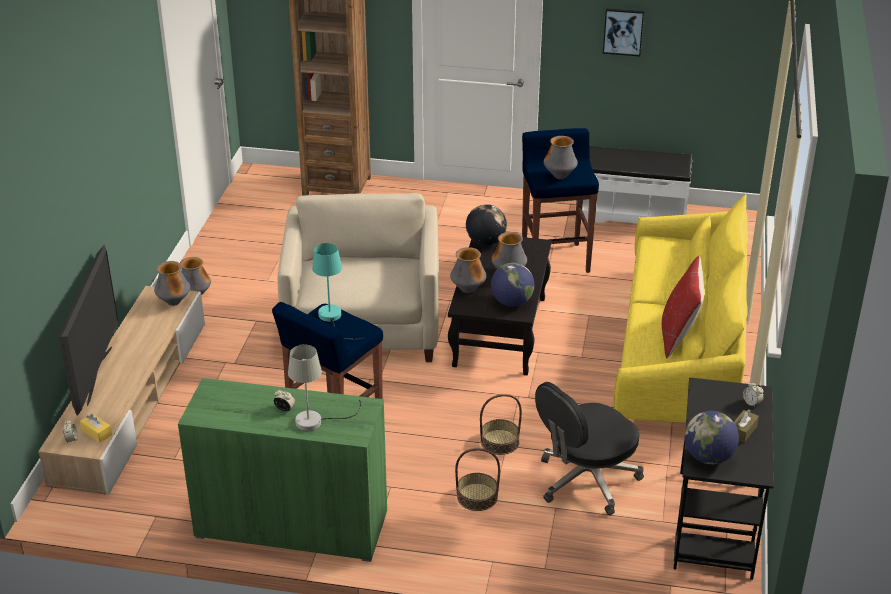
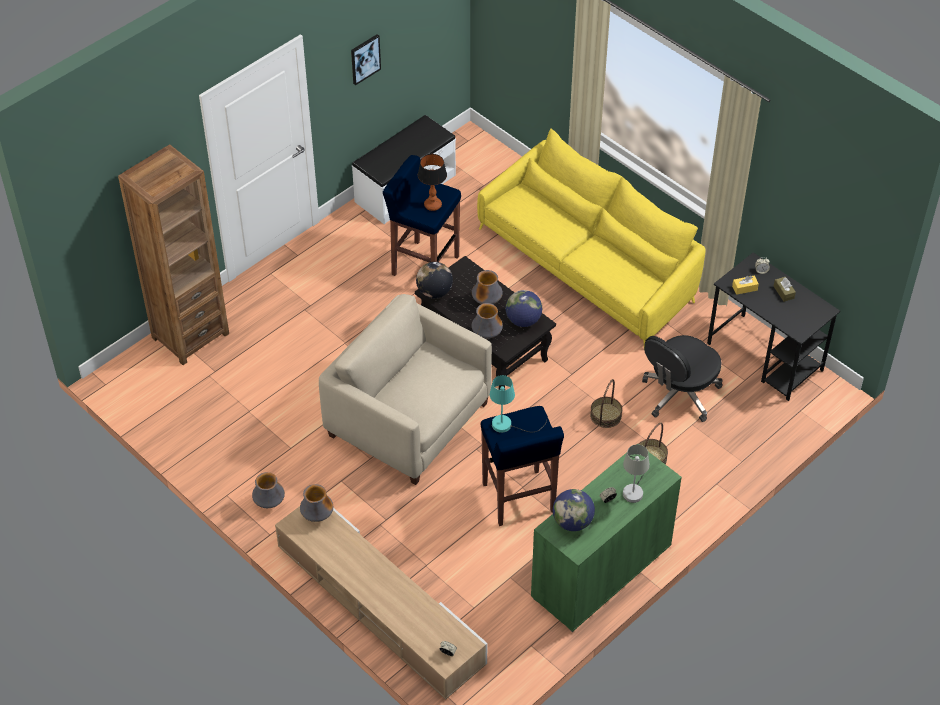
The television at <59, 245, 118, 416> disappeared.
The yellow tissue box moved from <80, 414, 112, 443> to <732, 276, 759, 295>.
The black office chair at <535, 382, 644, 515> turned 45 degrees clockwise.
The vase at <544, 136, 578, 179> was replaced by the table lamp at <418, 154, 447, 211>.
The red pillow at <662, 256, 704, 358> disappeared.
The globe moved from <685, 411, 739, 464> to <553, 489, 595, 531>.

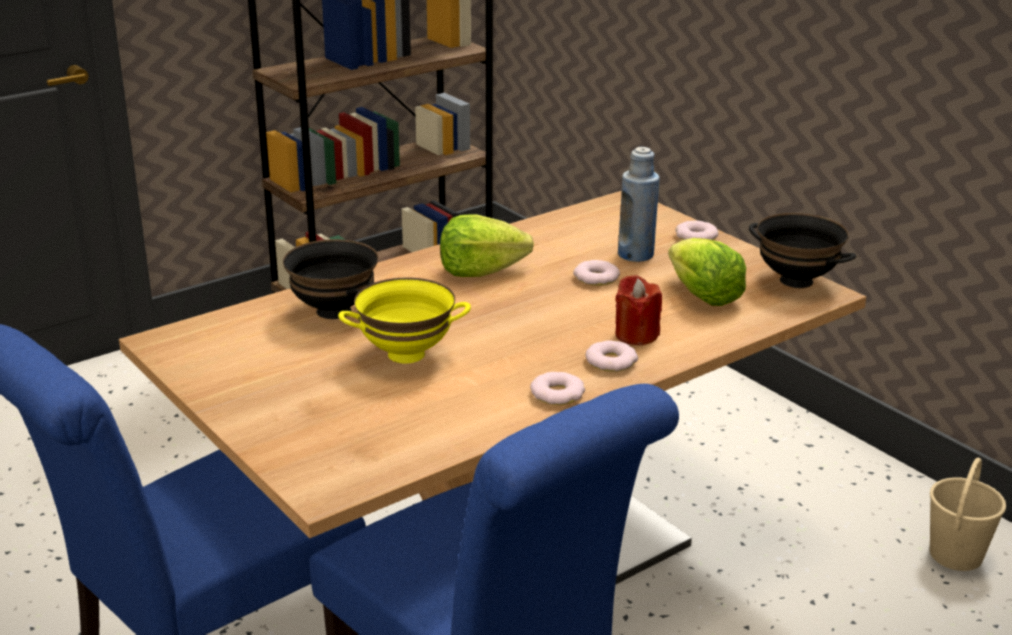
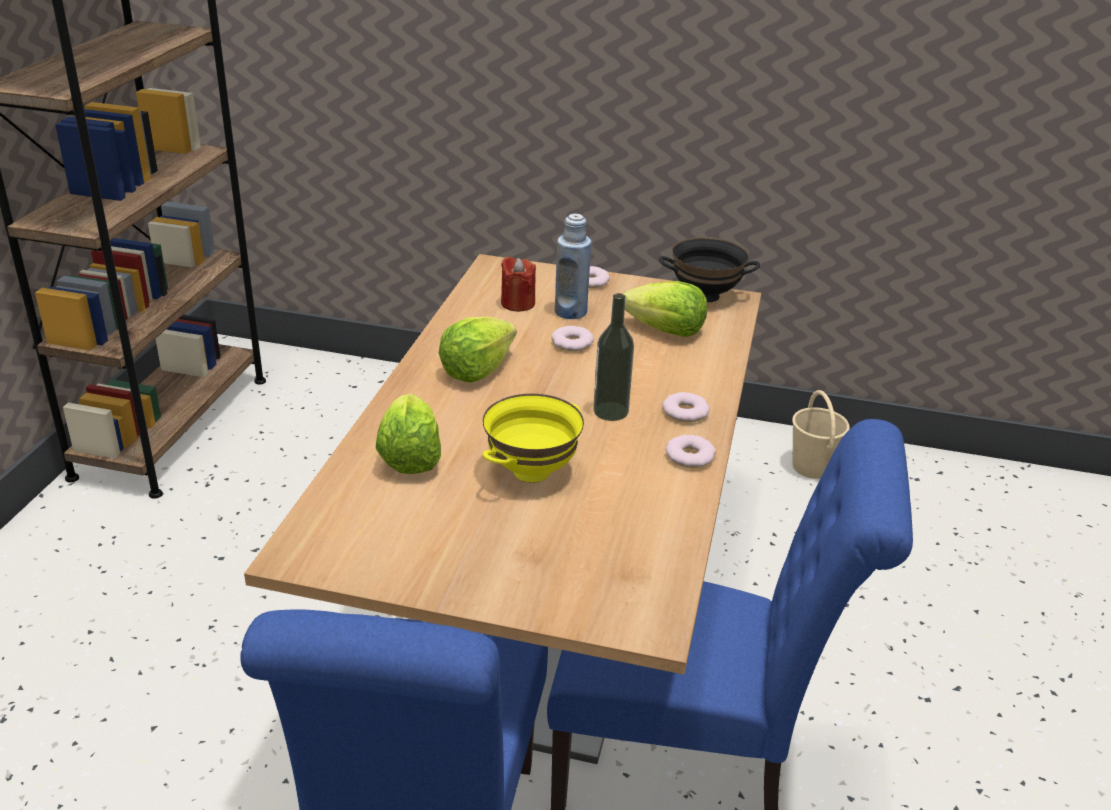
The black bowl at <283, 239, 378, 319> was replaced by the lettuce at <376, 393, 441, 474>.
The red candle moved from <615, 275, 662, 345> to <501, 257, 536, 312>.
The bottle at <593, 293, 634, 421> appeared.

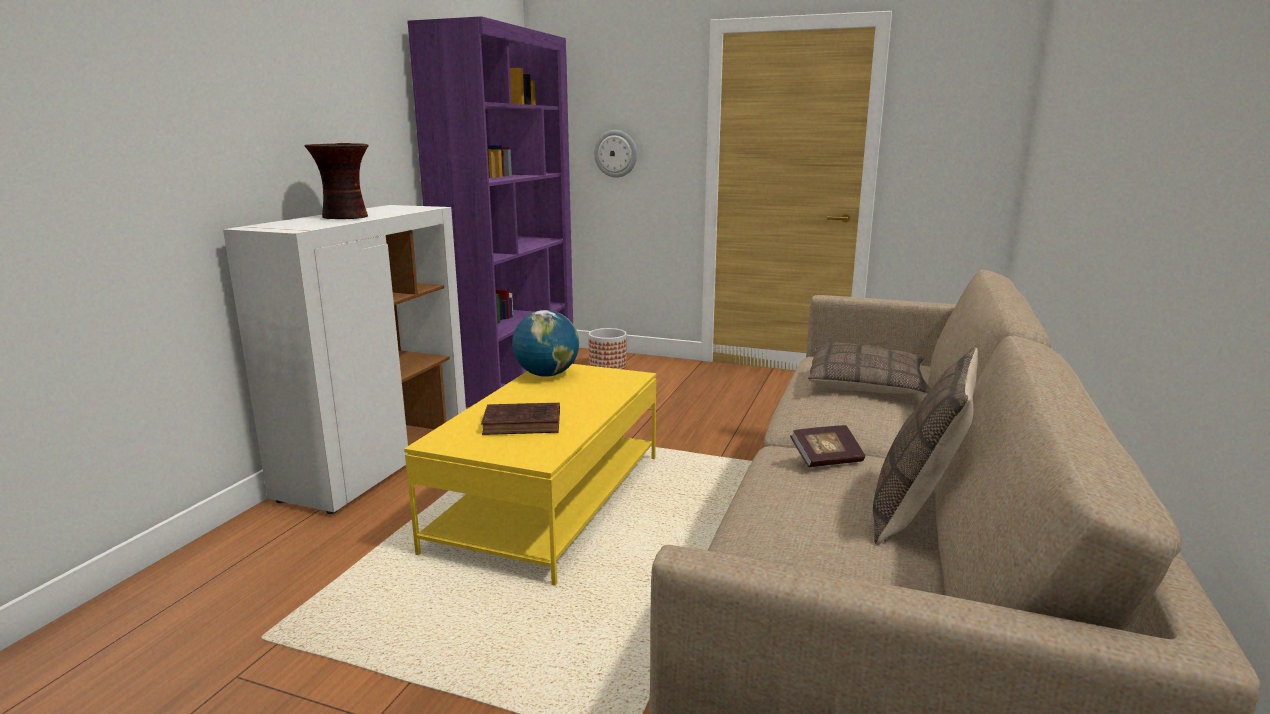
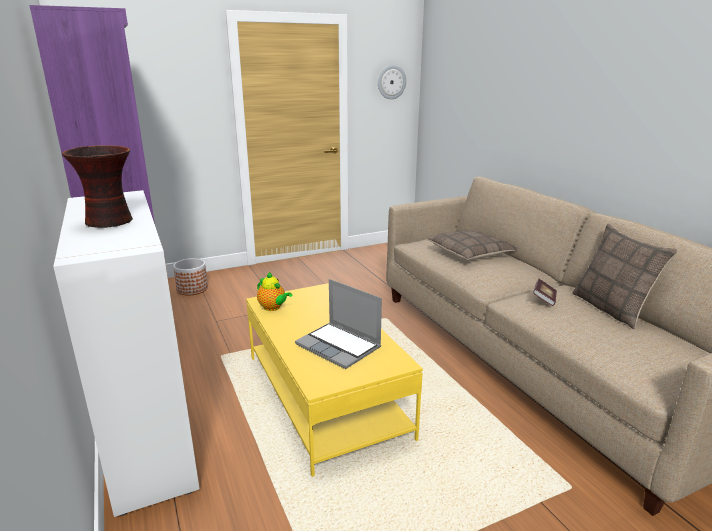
The brown book at <481, 403, 560, 435> was replaced by the laptop at <295, 279, 382, 369>.
The globe at <512, 310, 579, 377> was replaced by the teapot at <257, 272, 292, 311>.
The wall clock moved from <594, 130, 637, 178> to <378, 65, 406, 99>.

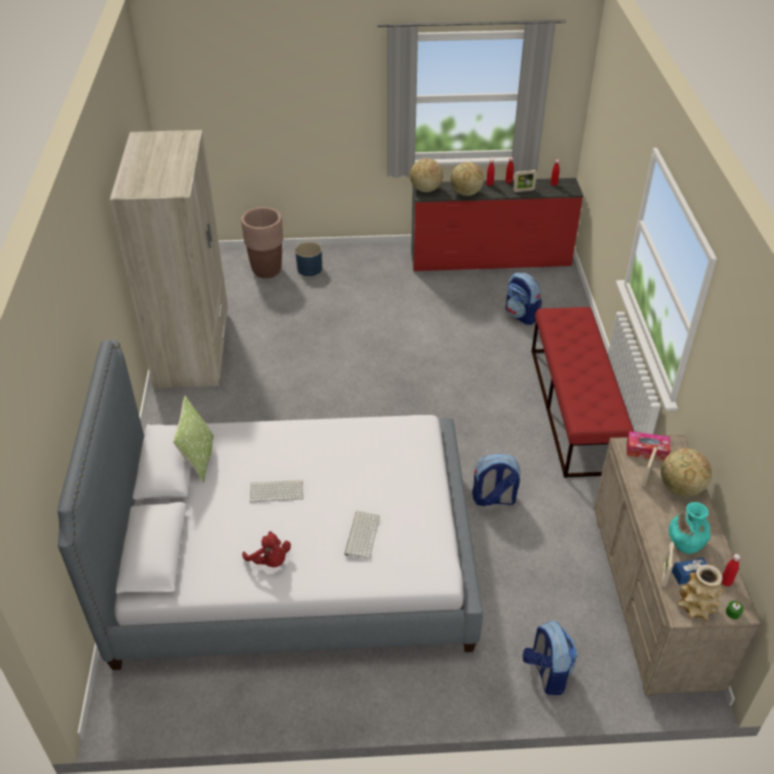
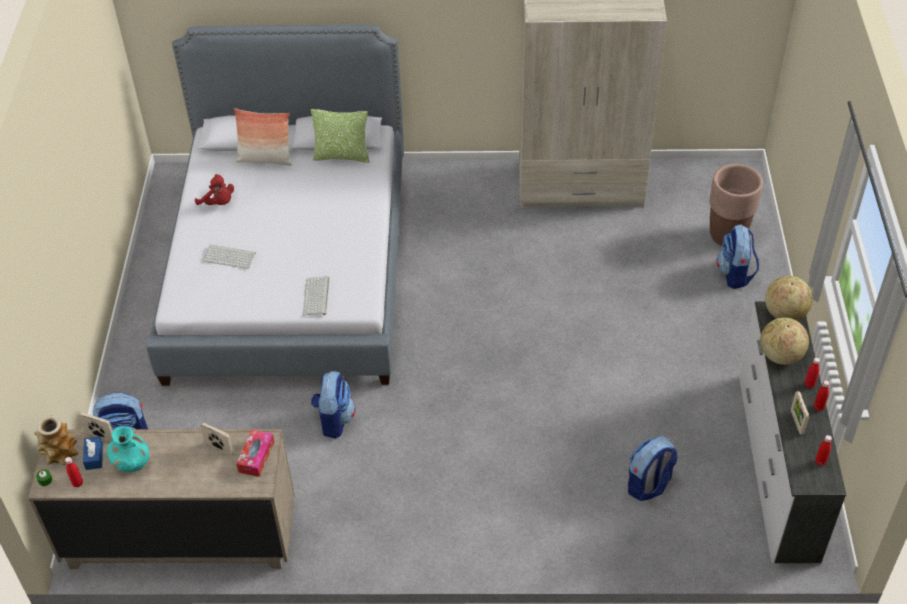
The red plush toy at <242, 531, 291, 567> turned 105 degrees counterclockwise.
The keyboard moved from <250, 480, 303, 502> to <303, 276, 329, 315>.
The blue planter at <295, 242, 322, 276> was replaced by the backpack at <716, 225, 759, 289>.
The red dresser at <411, 178, 583, 271> became the white dresser at <739, 301, 846, 564>.
The red bench at <532, 307, 634, 478> disappeared.
The globe at <661, 448, 712, 497> disappeared.
The pillow at <234, 108, 292, 166> appeared.

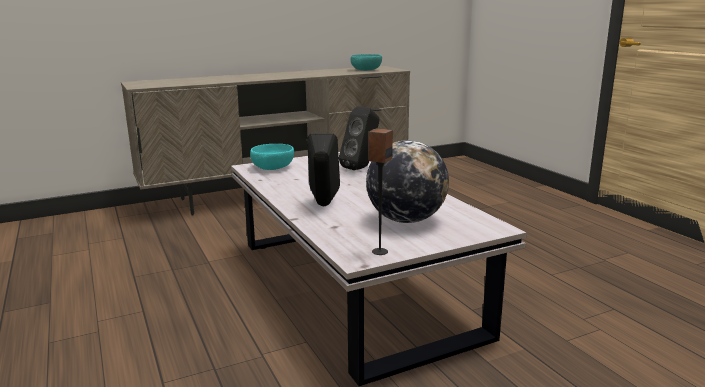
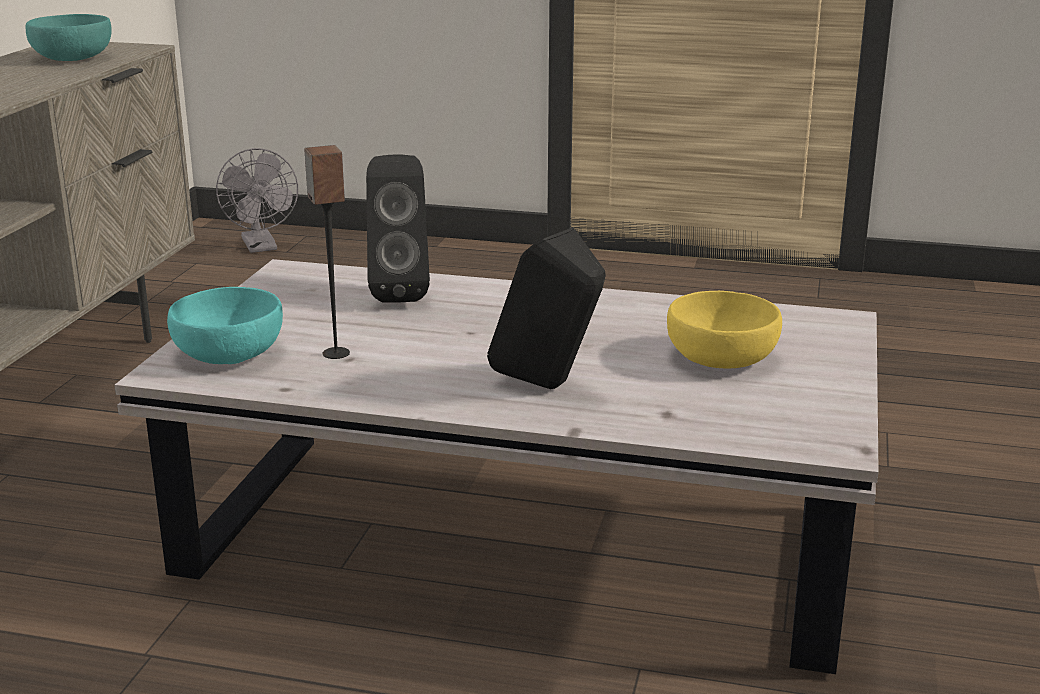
The globe at <366, 140, 449, 223> was replaced by the yellow bowl at <667, 291, 782, 368>.
The speaker moved from <368, 128, 393, 255> to <304, 145, 350, 359>.
The grey fan at <216, 148, 298, 253> appeared.

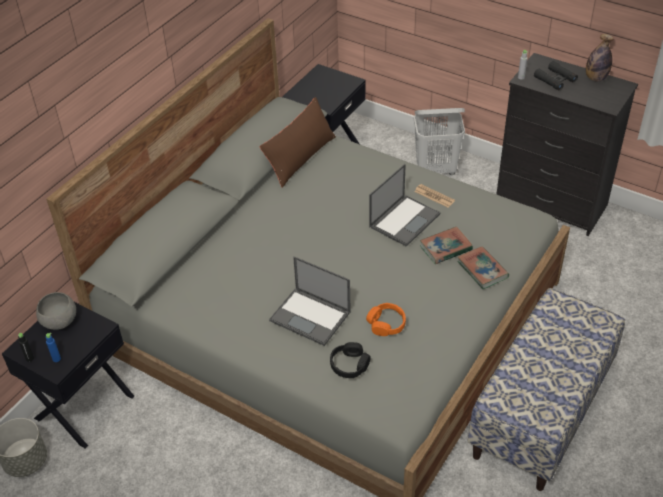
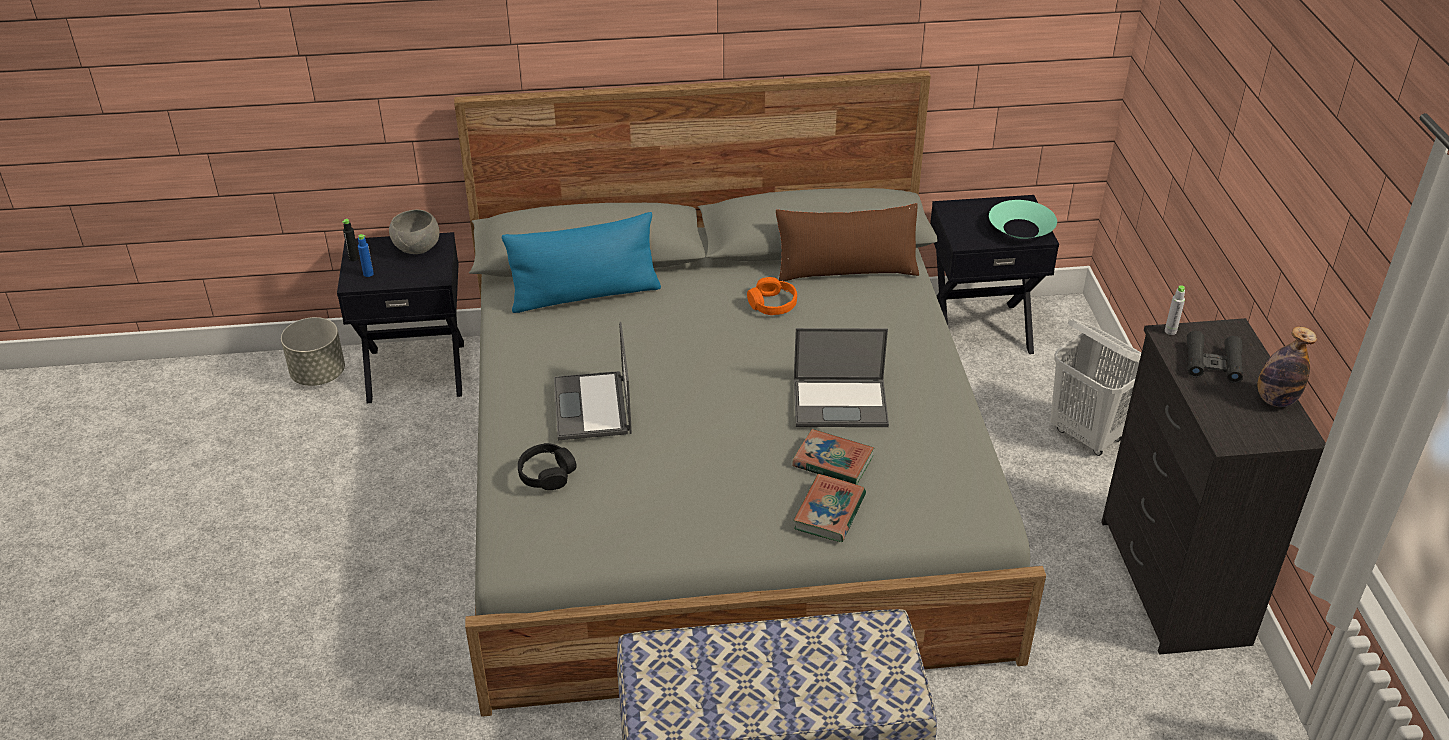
The orange headphones moved from <366, 303, 406, 336> to <747, 277, 797, 315>.
The newspaper at <414, 184, 455, 208> disappeared.
The blue pillow at <502, 212, 661, 313> appeared.
The turquoise bowl at <989, 200, 1057, 239> appeared.

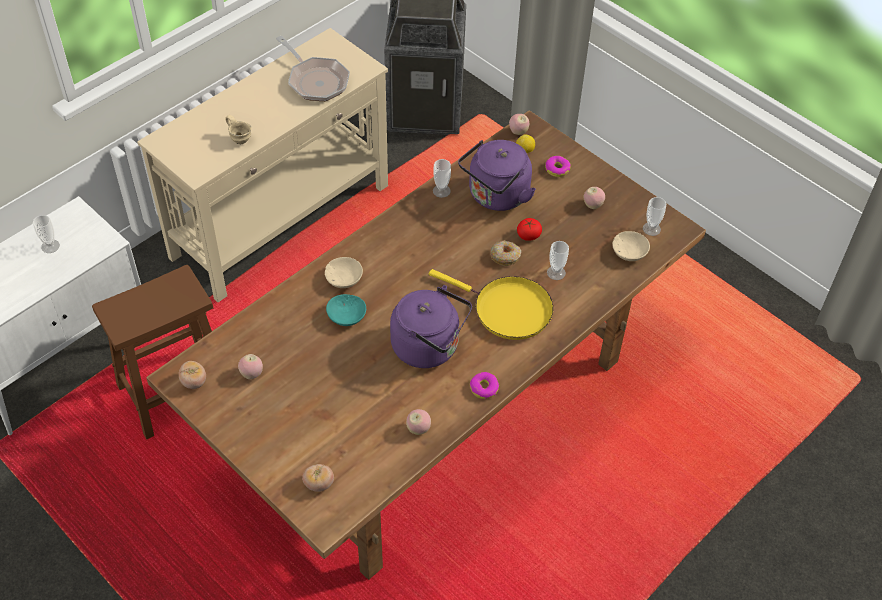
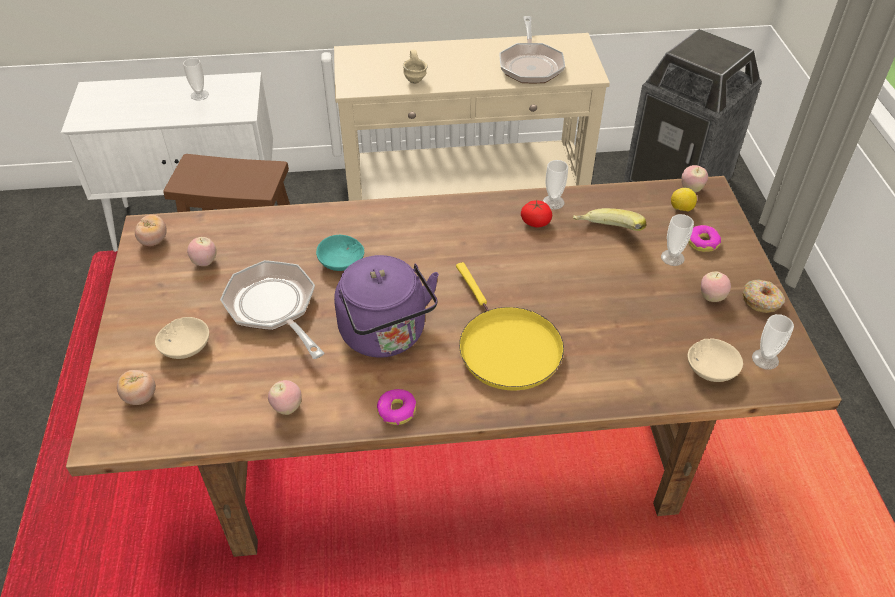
The beige bowl moved from <325, 257, 363, 288> to <155, 317, 209, 359>.
The purple kettle at <458, 140, 536, 211> was replaced by the banana at <573, 208, 646, 231>.
The donut moved from <490, 241, 521, 266> to <742, 279, 785, 313>.
The tomato moved from <517, 218, 542, 241> to <521, 200, 552, 227>.
The cup moved from <547, 241, 569, 280> to <661, 214, 694, 266>.
The frying pan at <220, 260, 324, 359> appeared.

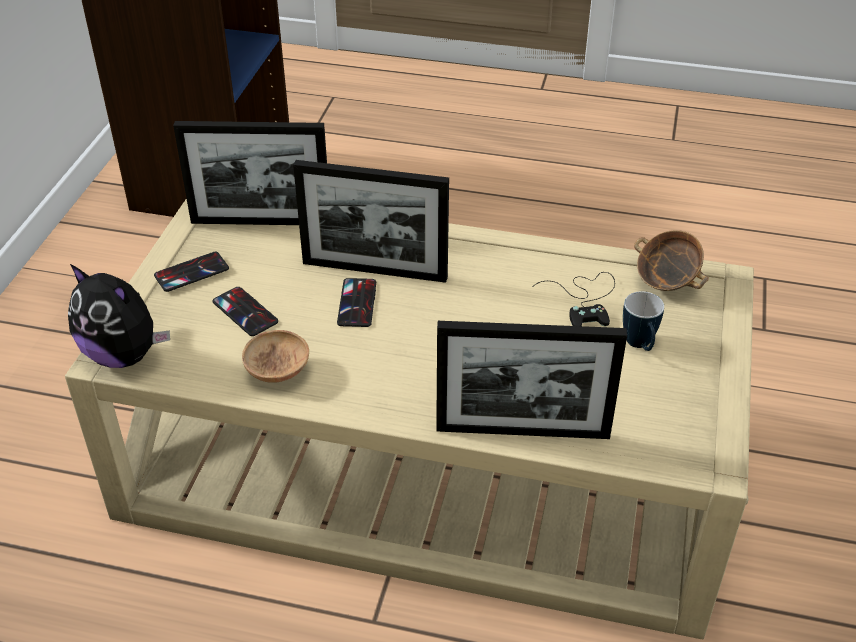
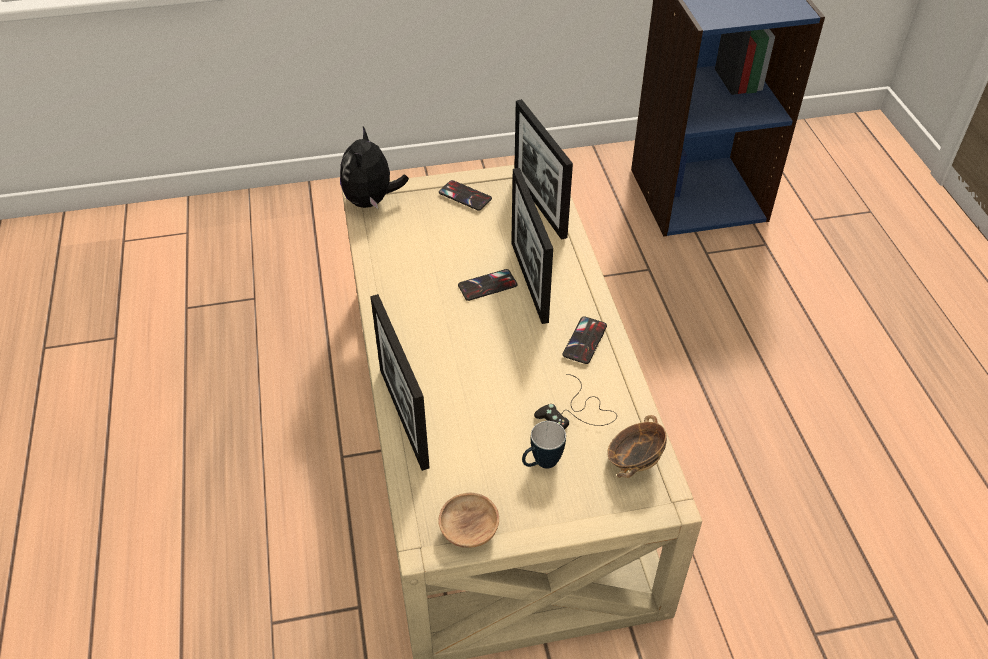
The phone moved from <213, 287, 278, 336> to <563, 316, 607, 364>.
The brown bowl moved from <242, 330, 309, 383> to <438, 493, 499, 548>.

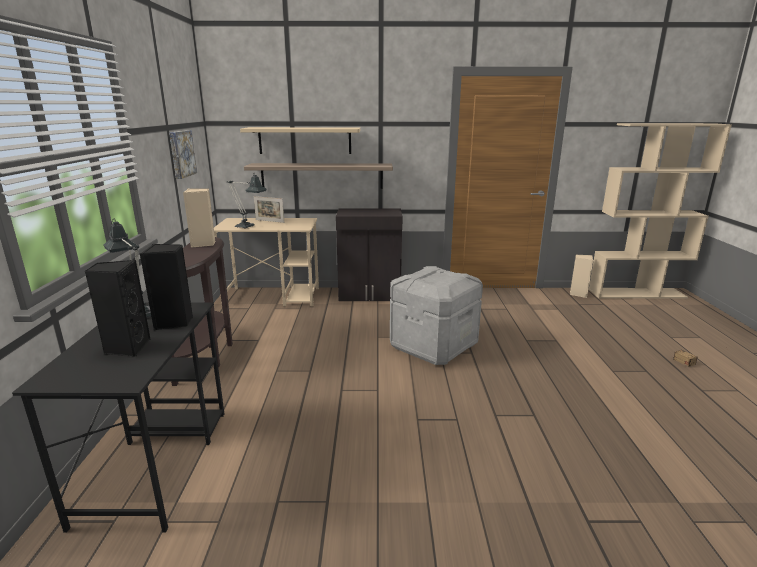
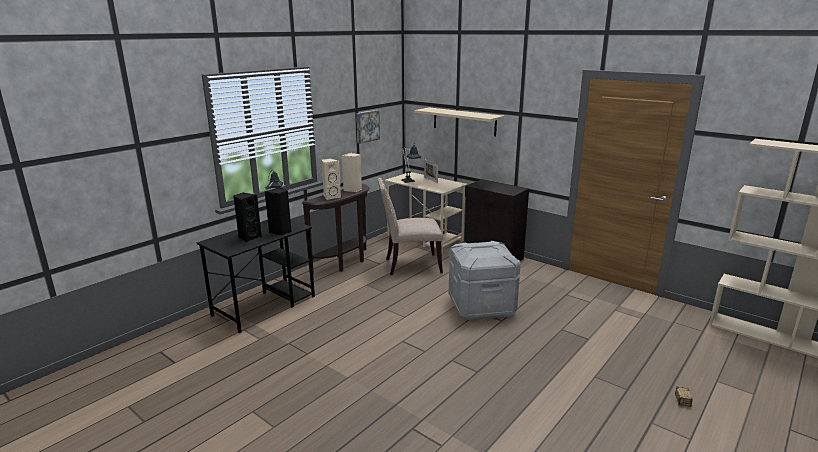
The shelf at <244, 163, 393, 189> disappeared.
The beige speaker moved from <570, 255, 593, 298> to <322, 158, 341, 200>.
The beige chair at <377, 178, 443, 275> appeared.

